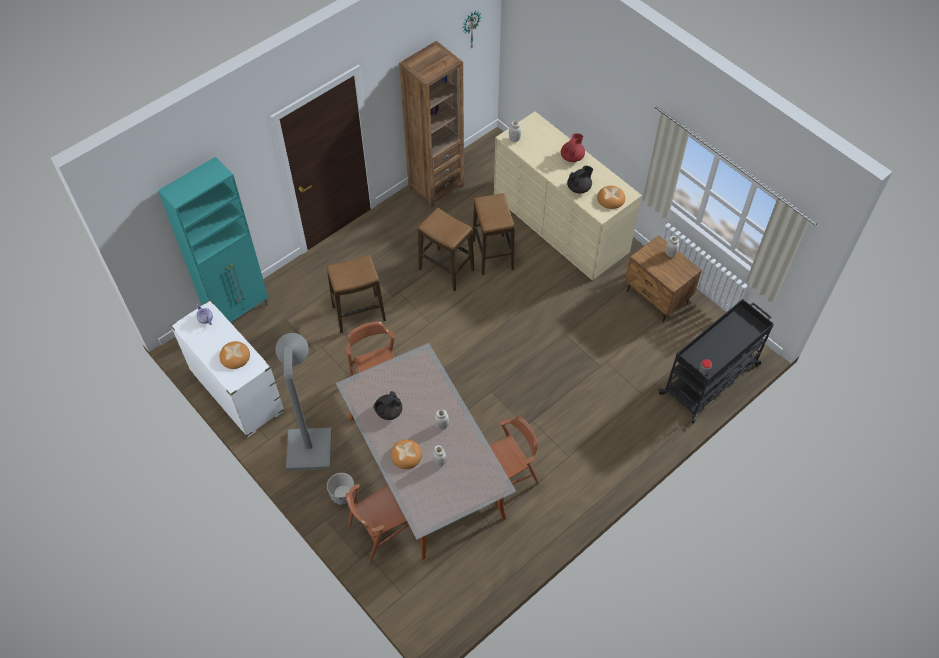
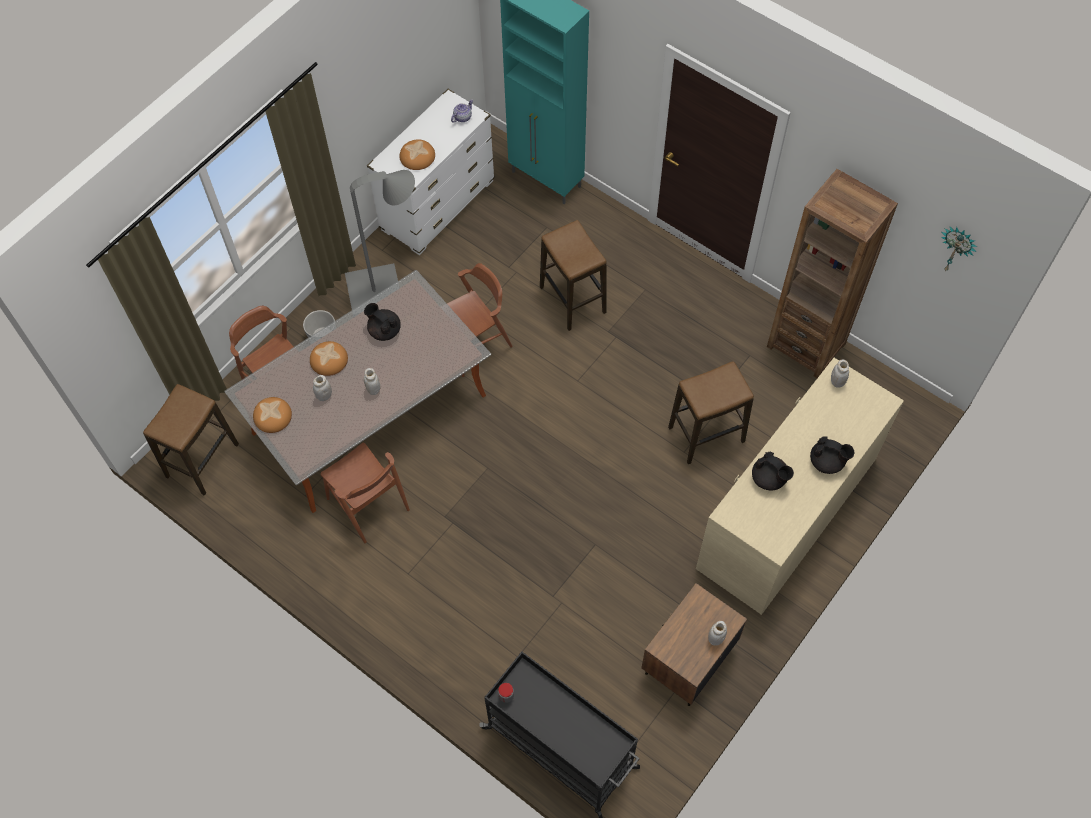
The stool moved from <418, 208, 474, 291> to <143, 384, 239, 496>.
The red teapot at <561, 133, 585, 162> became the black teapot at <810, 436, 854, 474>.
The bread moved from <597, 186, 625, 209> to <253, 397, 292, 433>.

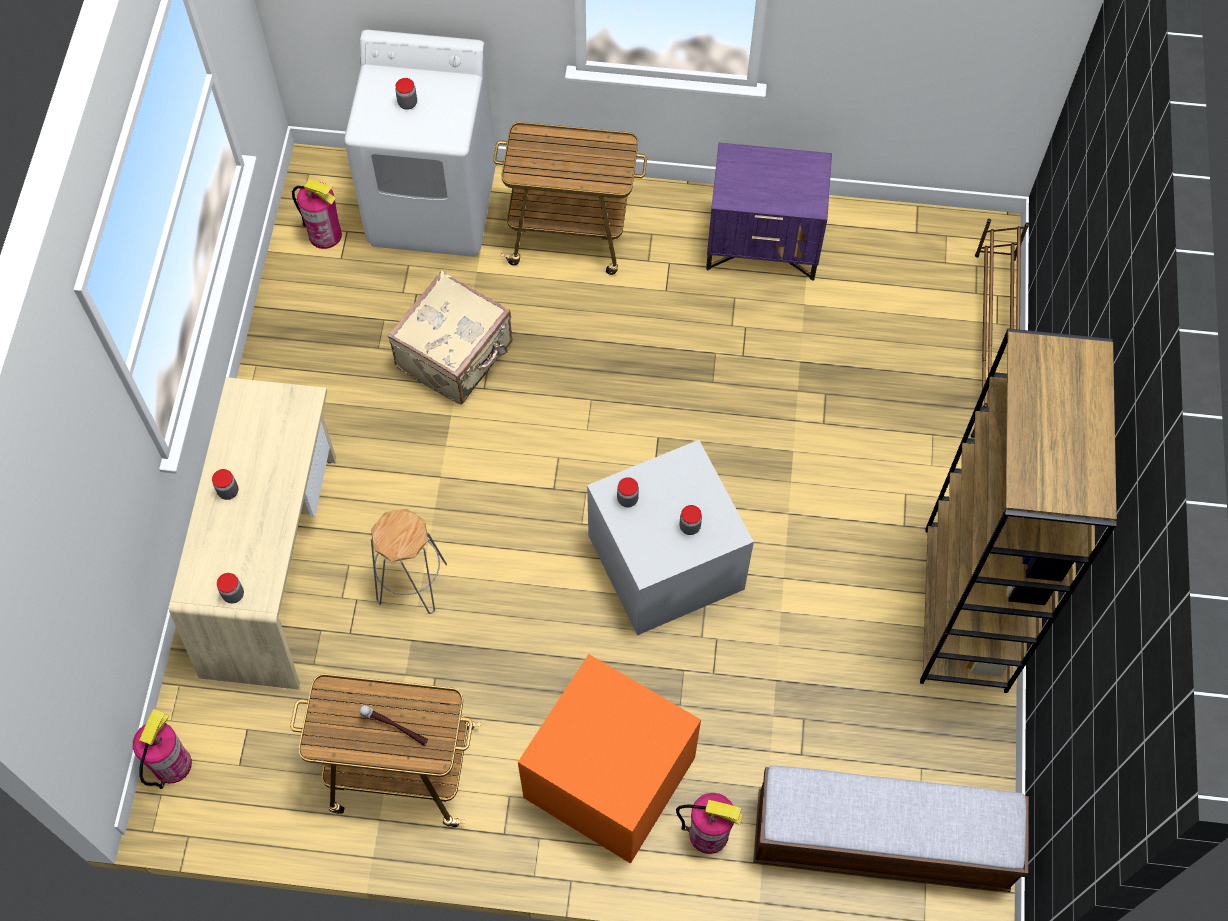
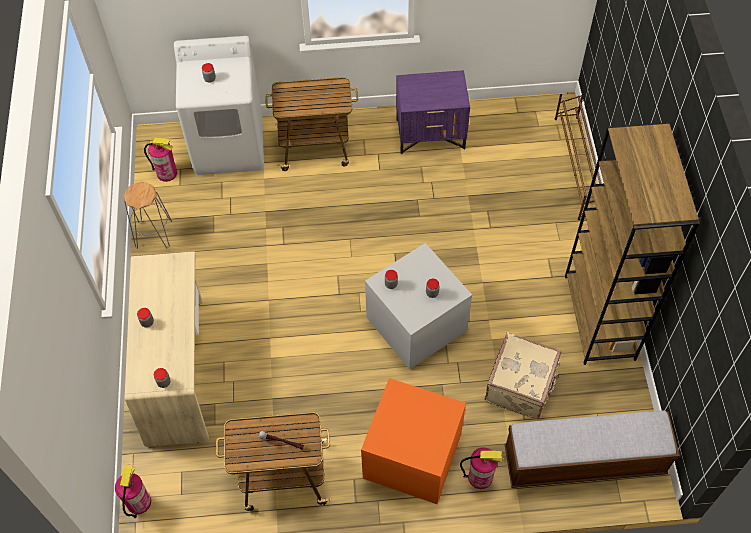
The grey stool moved from <371, 509, 447, 614> to <123, 182, 172, 249>.
The beige suitcase moved from <388, 271, 513, 405> to <485, 332, 561, 419>.

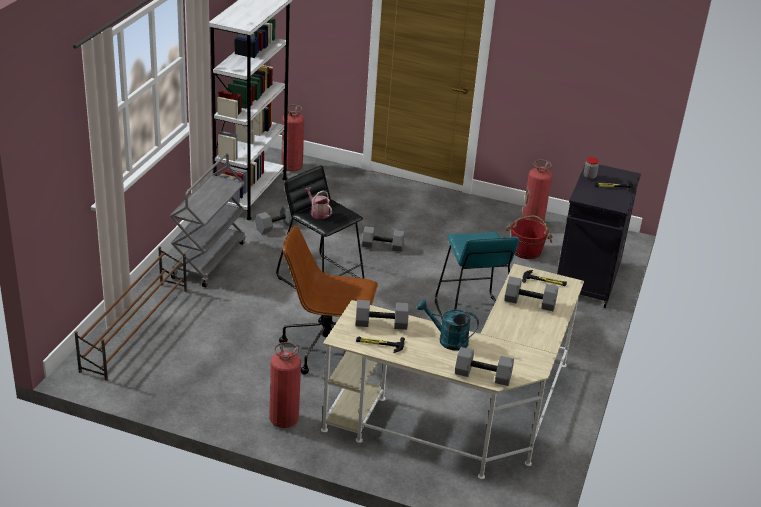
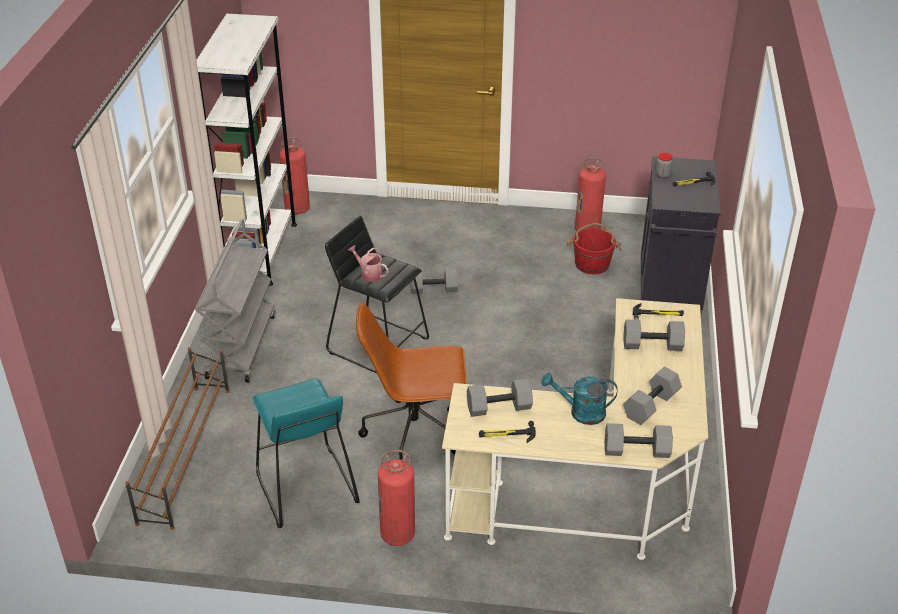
The grey dumbbell moved from <255, 205, 297, 234> to <623, 367, 682, 425>.
The turquoise stool moved from <435, 232, 519, 321> to <253, 378, 360, 528>.

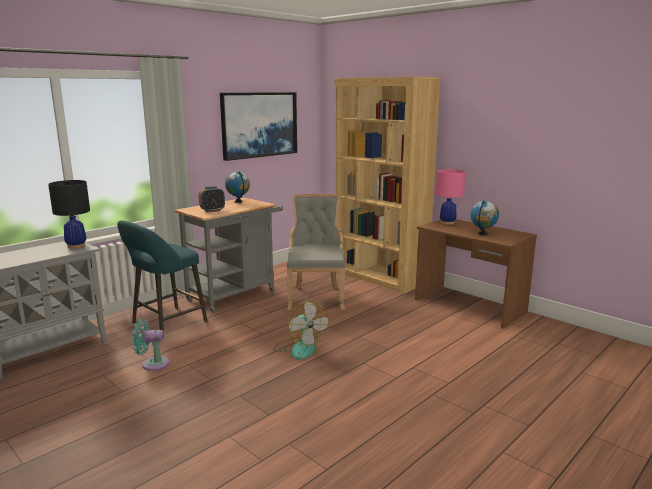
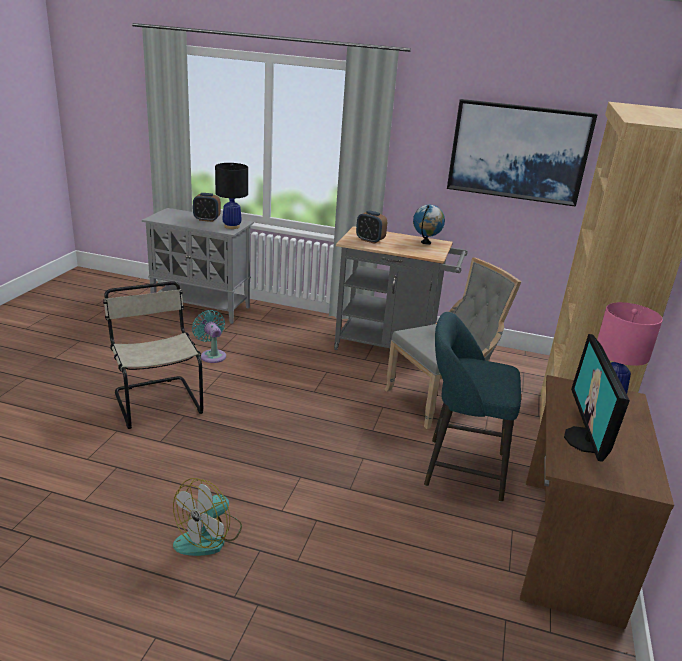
The turquoise stool moved from <117, 220, 207, 339> to <424, 312, 521, 502>.
The fan moved from <273, 301, 329, 360> to <173, 478, 242, 556>.
The globe at <470, 201, 499, 235> was replaced by the monitor at <564, 334, 630, 462>.
The beige chair at <103, 281, 203, 429> appeared.
The alarm clock at <193, 193, 221, 222> appeared.

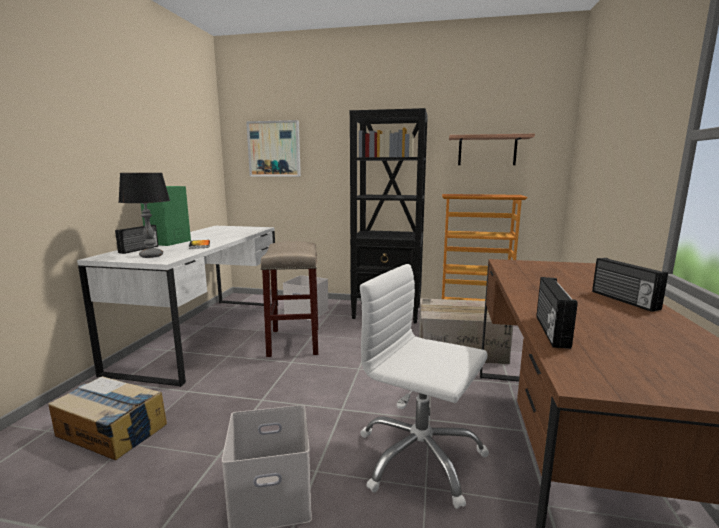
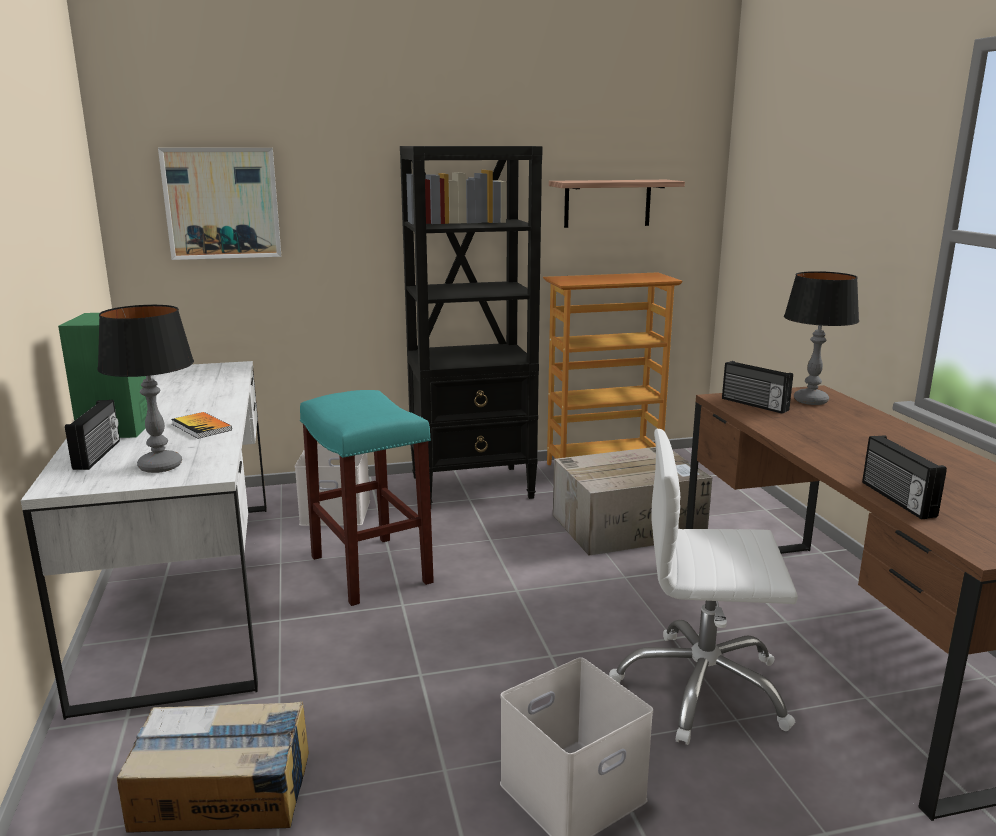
The beige stool at <260, 241, 318, 357> became the turquoise stool at <300, 390, 434, 606>.
The radio moved from <592, 258, 668, 312> to <722, 361, 793, 414>.
The table lamp at <784, 271, 859, 405> appeared.

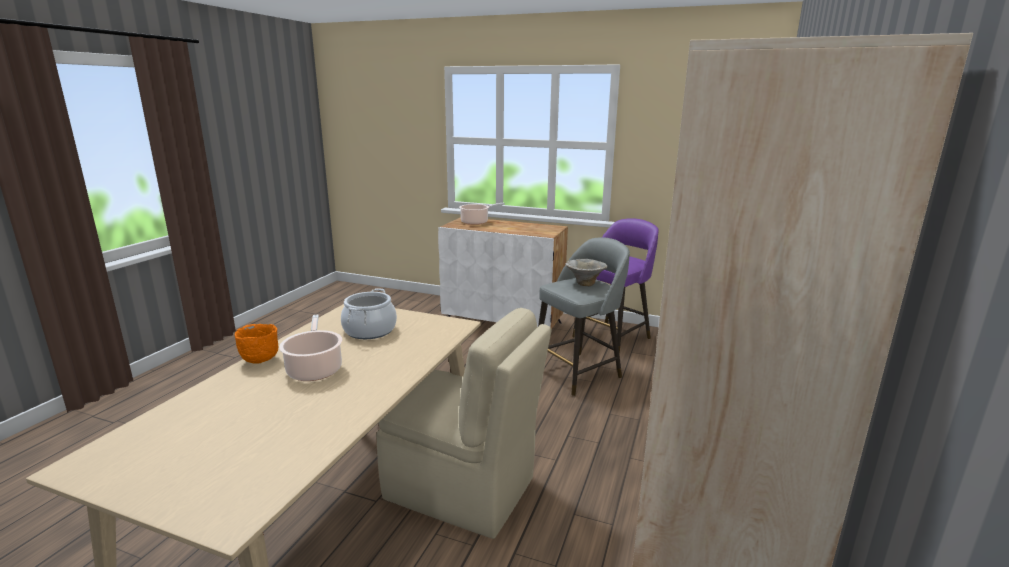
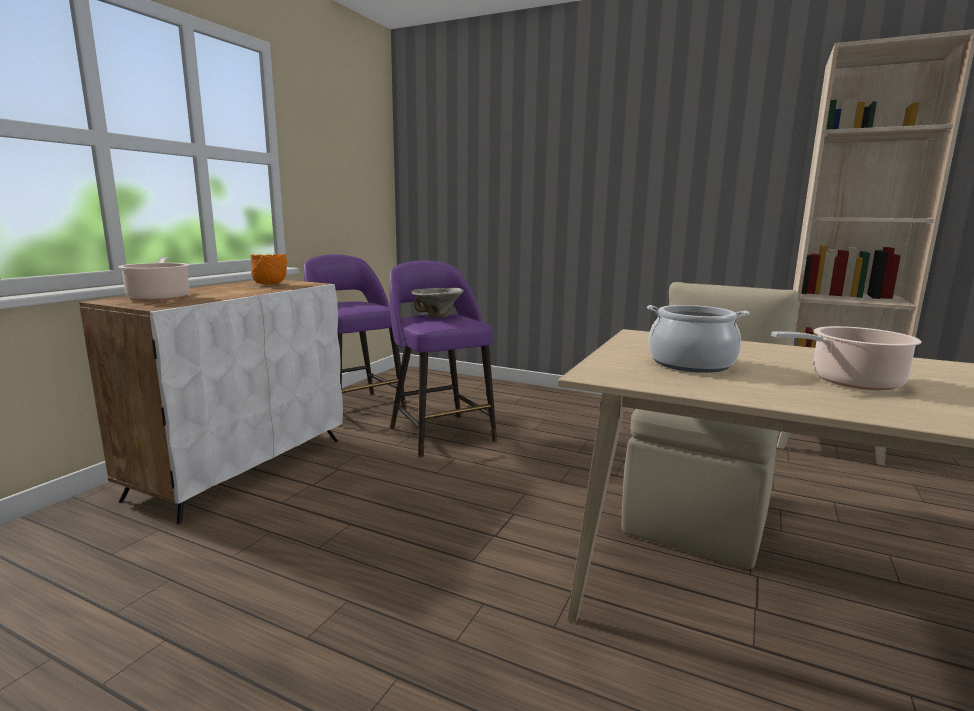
The orange bowl moved from <234, 324, 279, 364> to <251, 254, 287, 285>.
The grey stool at <538, 237, 630, 396> became the purple stool at <389, 261, 497, 457>.

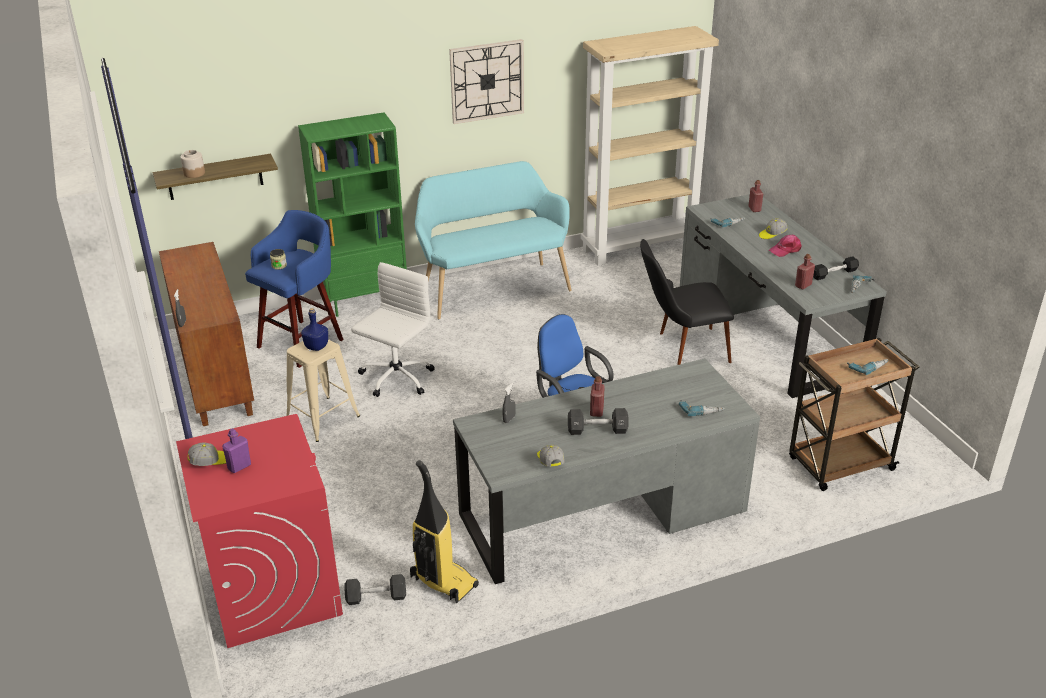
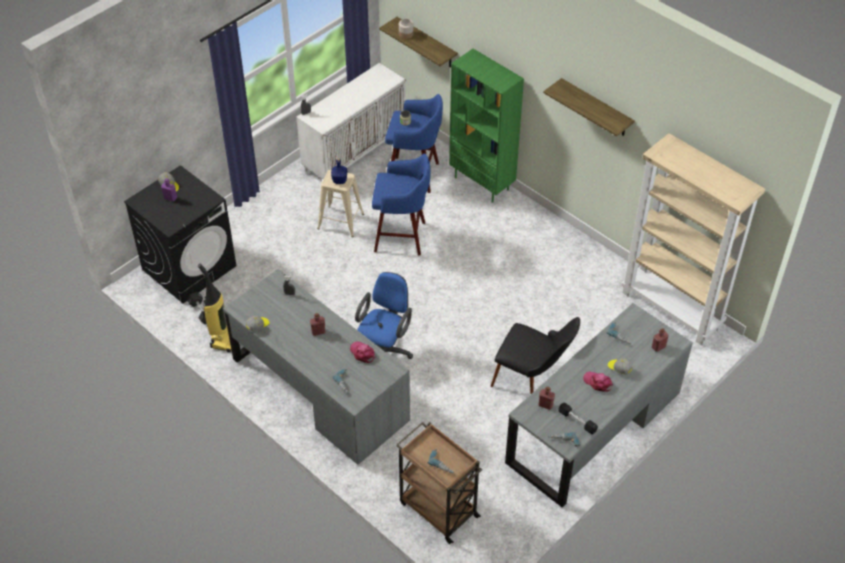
The brown cabinet at <159, 242, 254, 426> became the white cabinet at <296, 63, 406, 179>.
The red washing machine at <176, 414, 343, 648> became the black washing machine at <124, 165, 237, 303>.
The white office chair at <351, 262, 435, 397> was replaced by the blue stool at <372, 154, 431, 256>.
The turquoise bench at <415, 161, 572, 319> disappeared.
The wall clock at <449, 39, 524, 124> was replaced by the shelf at <543, 78, 635, 136>.
The black dumbbell at <568, 408, 629, 435> disappeared.
The black chair at <640, 239, 734, 365> turned 150 degrees clockwise.
The pink cap at <350, 341, 376, 363> appeared.

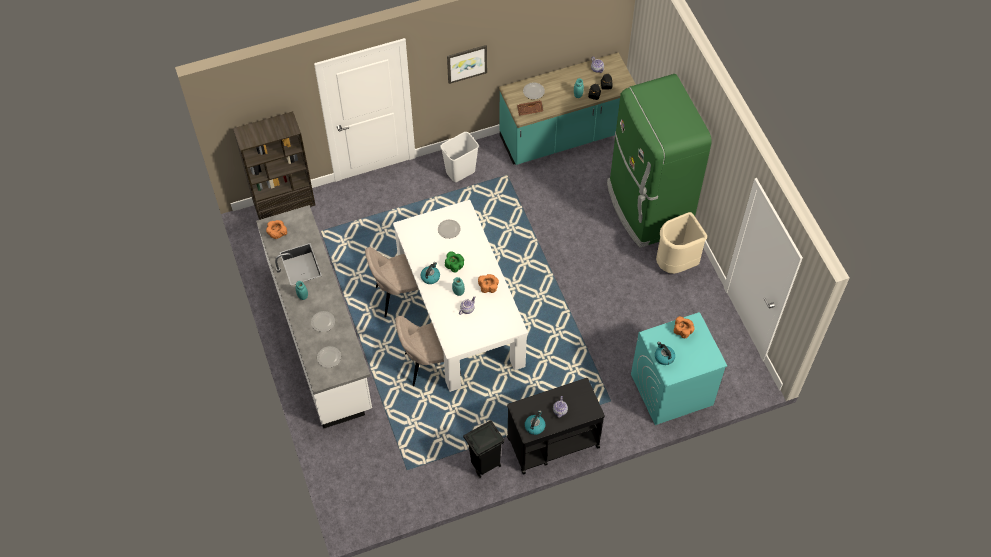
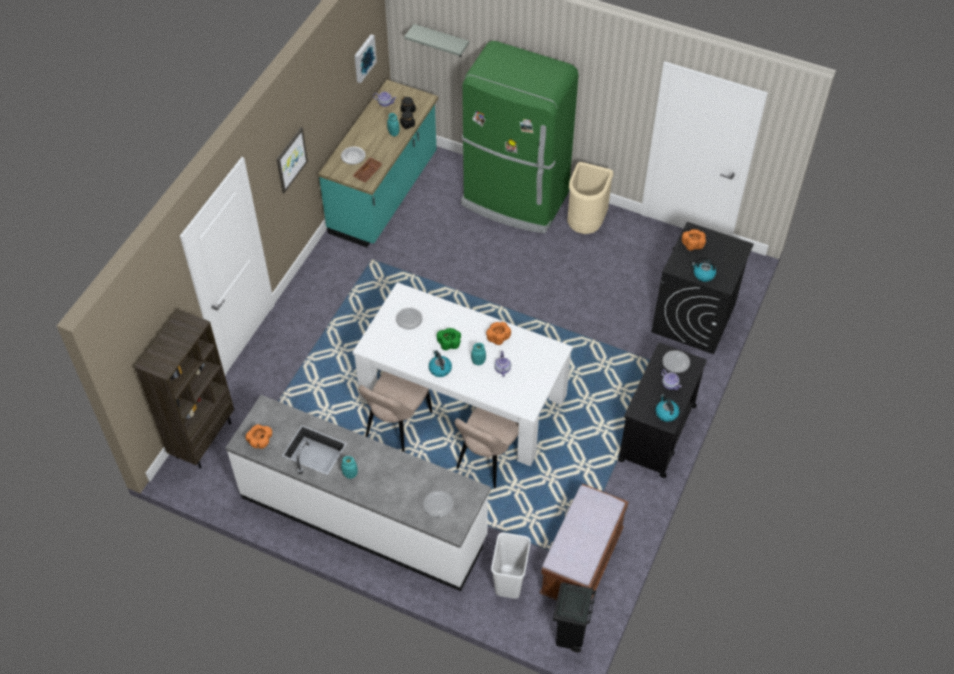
The plate moved from <311, 311, 335, 332> to <663, 350, 690, 373>.
The white trash can moved from <440, 132, 479, 182> to <491, 533, 531, 599>.
The black trash can moved from <463, 420, 504, 478> to <553, 583, 597, 653>.
The turquoise washing machine at <631, 312, 727, 425> became the black washing machine at <651, 222, 754, 354>.
The picture at <355, 34, 377, 83> appeared.
The grey shelf at <404, 24, 469, 57> appeared.
The brown bench at <540, 484, 628, 600> appeared.

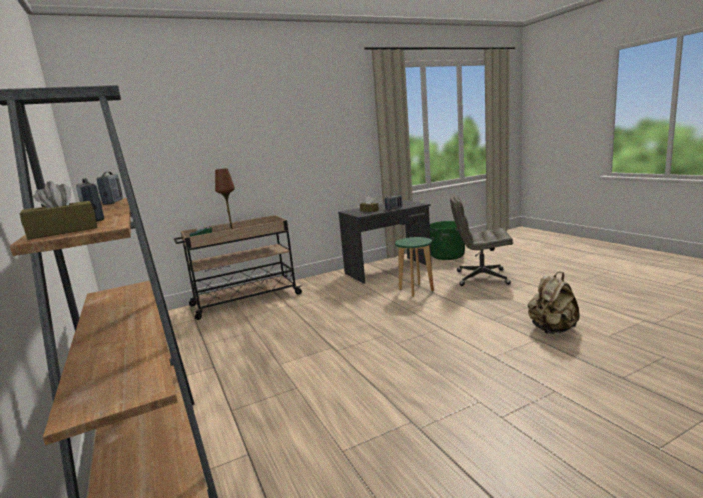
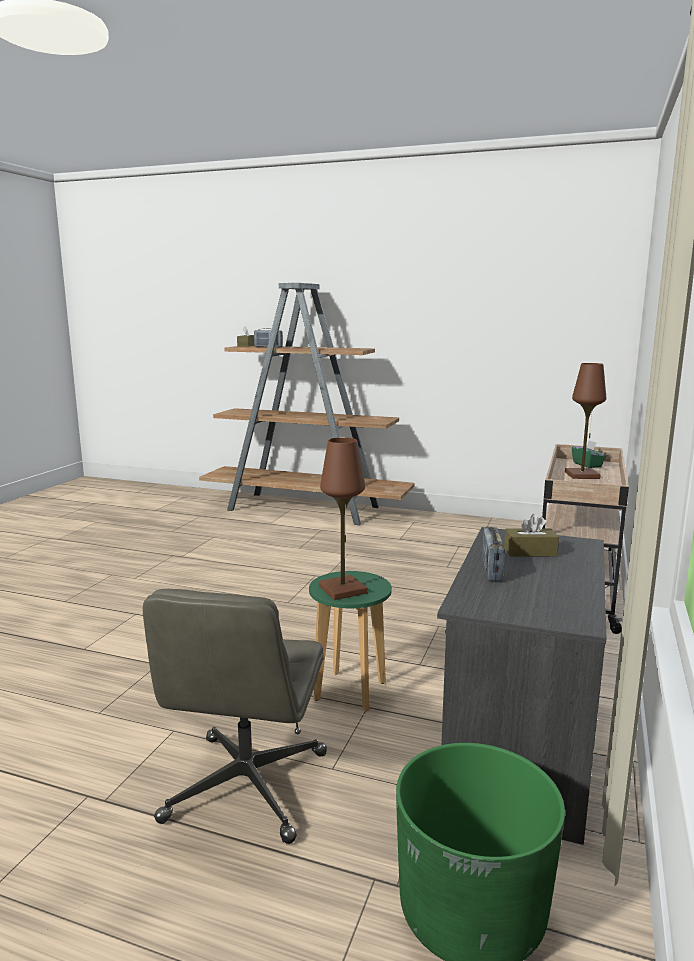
The radio at <96, 172, 123, 205> disappeared.
The grey office chair at <450, 196, 513, 286> turned 135 degrees clockwise.
The beige backpack at <528, 272, 580, 334> disappeared.
The brown table lamp at <319, 437, 368, 600> appeared.

